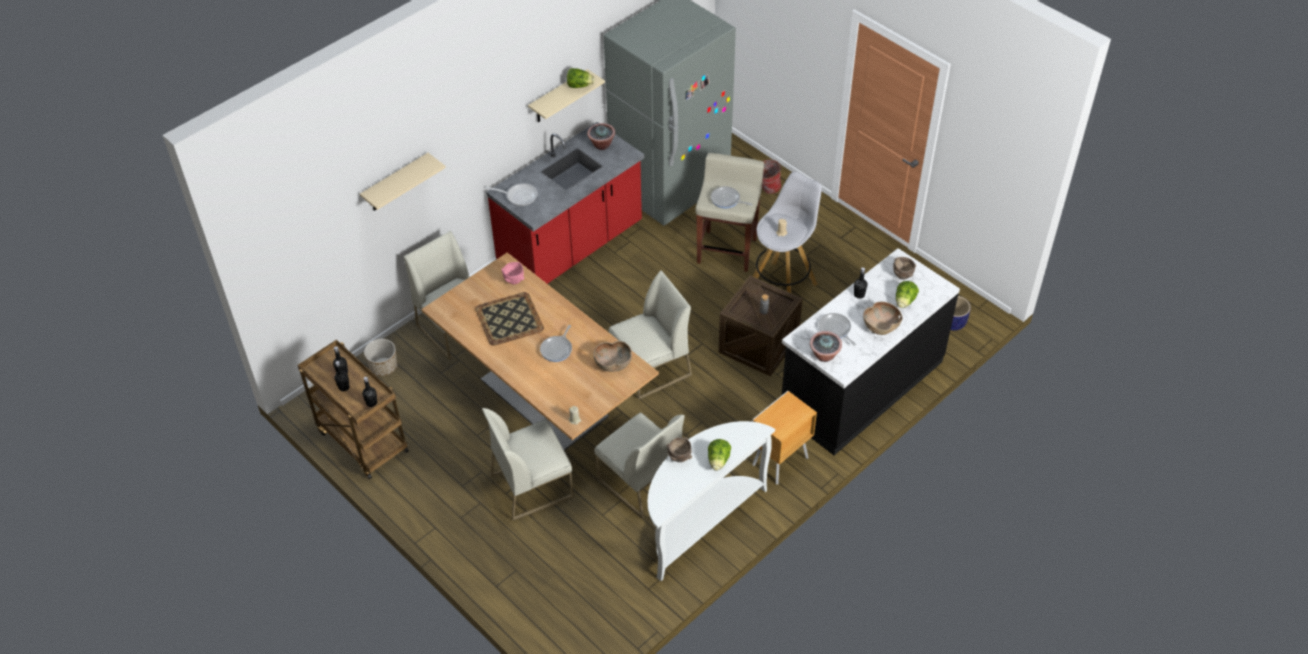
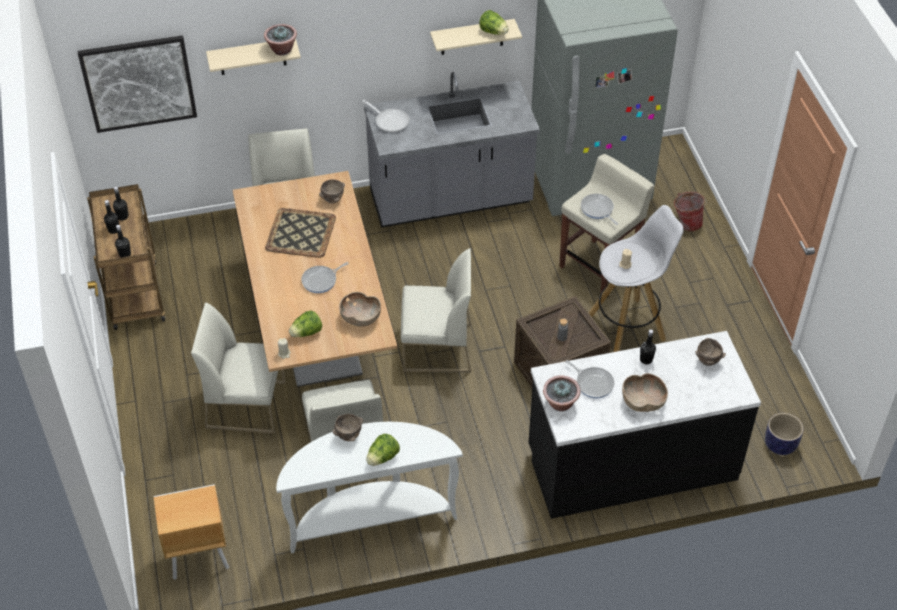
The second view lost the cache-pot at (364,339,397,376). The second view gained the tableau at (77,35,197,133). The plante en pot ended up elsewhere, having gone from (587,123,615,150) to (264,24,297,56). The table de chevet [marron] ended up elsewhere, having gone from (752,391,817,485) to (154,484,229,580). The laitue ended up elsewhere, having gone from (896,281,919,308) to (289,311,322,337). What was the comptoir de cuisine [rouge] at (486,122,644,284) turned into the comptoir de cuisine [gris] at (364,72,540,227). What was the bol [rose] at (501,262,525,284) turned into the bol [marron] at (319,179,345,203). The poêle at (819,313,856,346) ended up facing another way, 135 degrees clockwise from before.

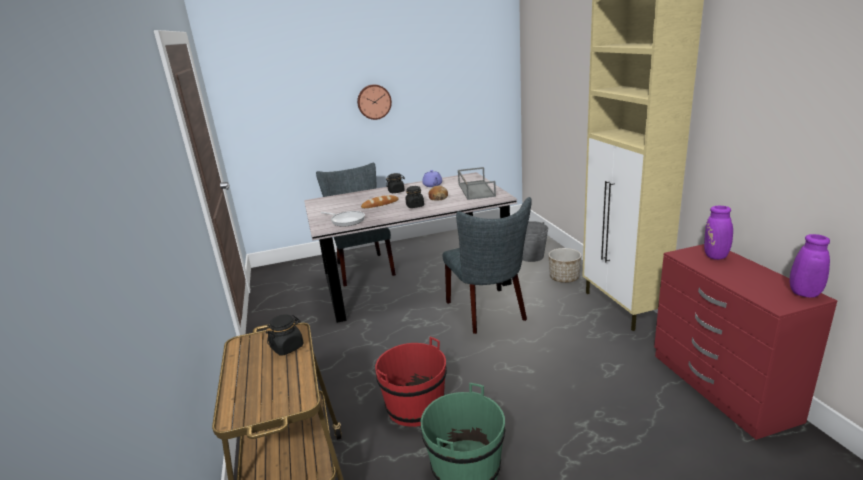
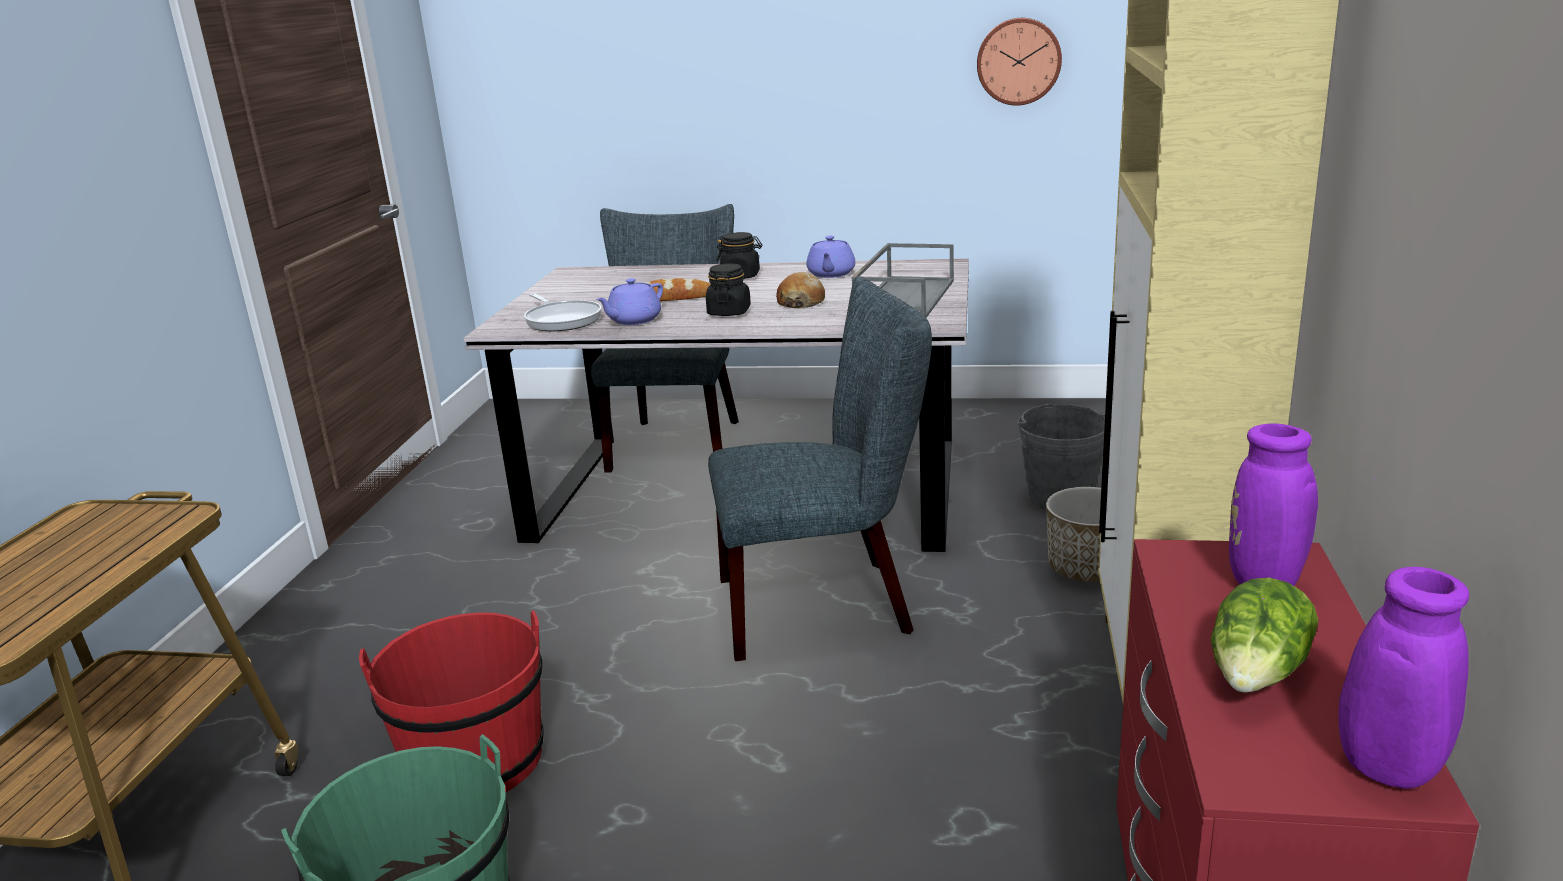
The second view lost the bocal [noir] at (266,314,304,355). The second view gained the théière [violet] at (596,278,663,325). The second view gained the laitue at (1211,578,1319,693). The horloge murale ended up elsewhere, having gone from (357,84,392,120) to (977,18,1062,106). The chaise [gris] at (442,197,532,334) ended up facing another way, 105 degrees counterclockwise from before.

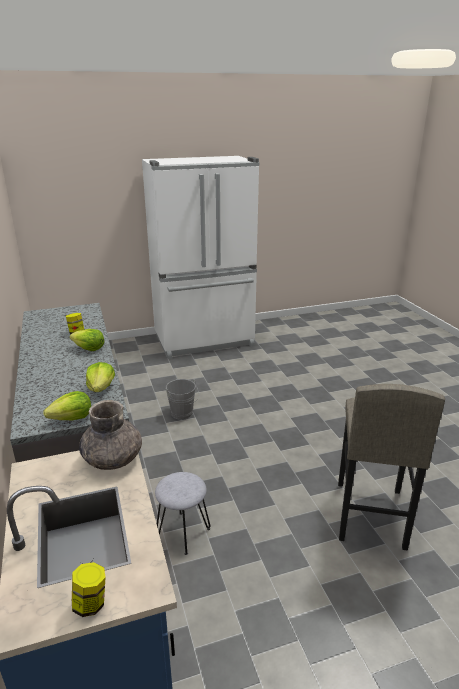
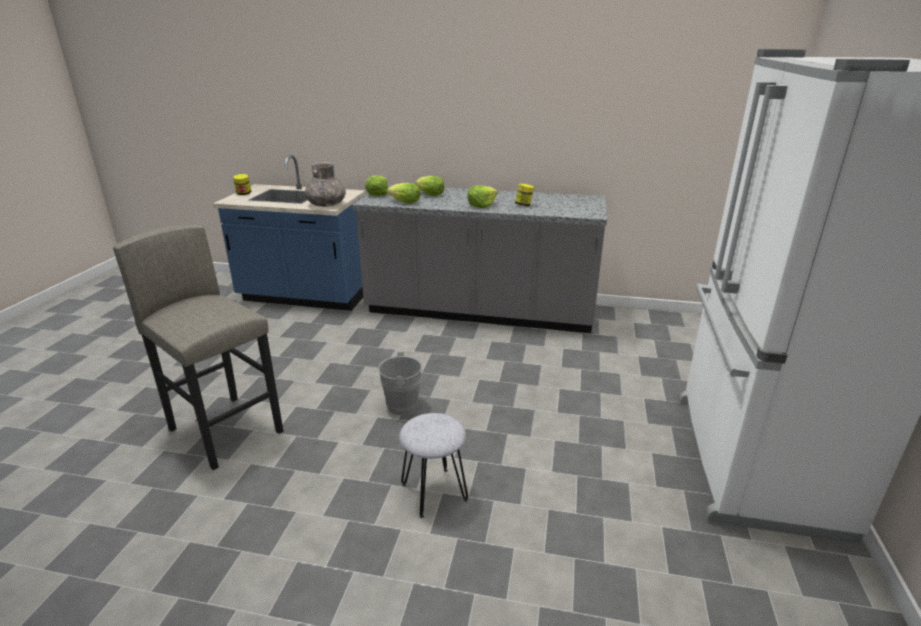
The second view gained the laitue at (415,176,445,196). The tabouret [gris] ended up elsewhere, having gone from (155,472,211,555) to (399,413,468,518). The seau [gris] ended up elsewhere, having gone from (165,379,199,420) to (371,352,422,415).

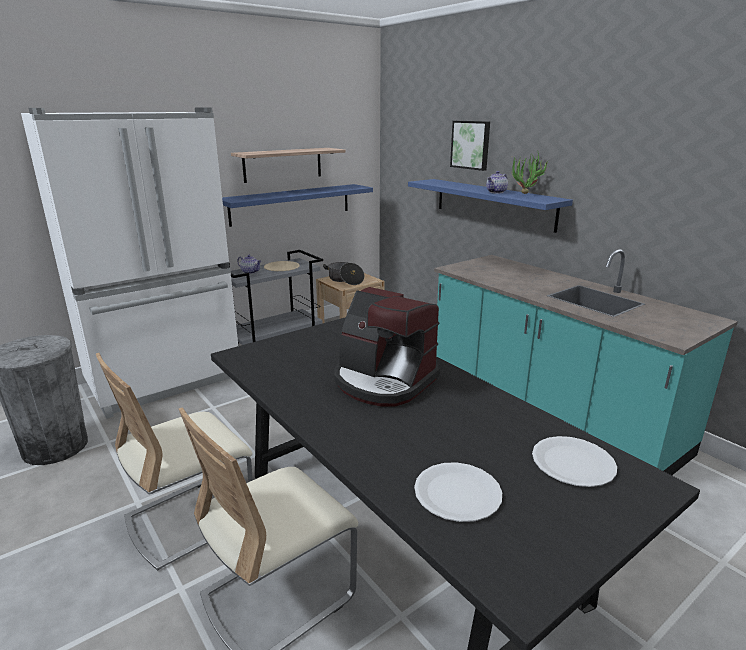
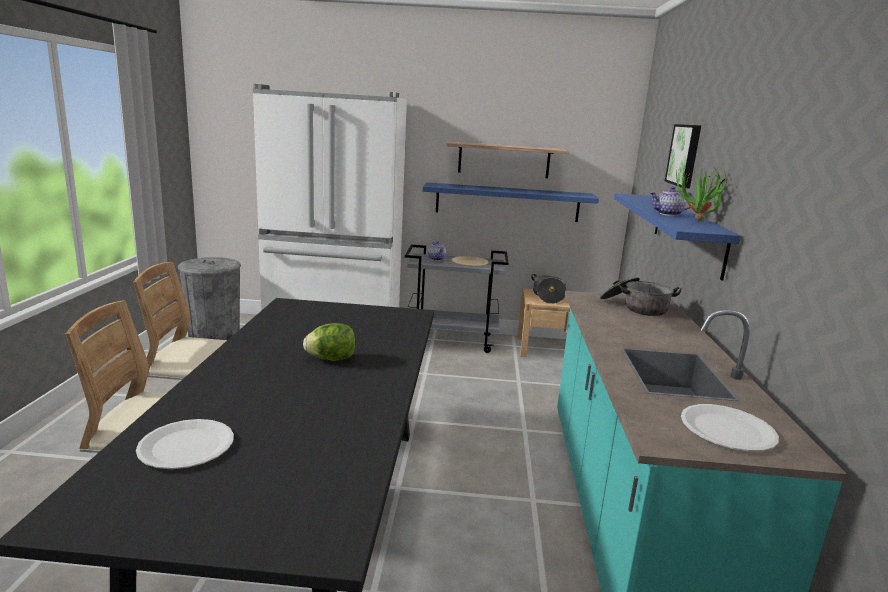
The second view gained the marmite at (600,278,682,316). The assiette [blanc] ended up elsewhere, having gone from (532,436,617,487) to (681,404,779,451). Where the machine à café stood at (334,287,440,406), the laitue came to stand at (303,323,355,361).

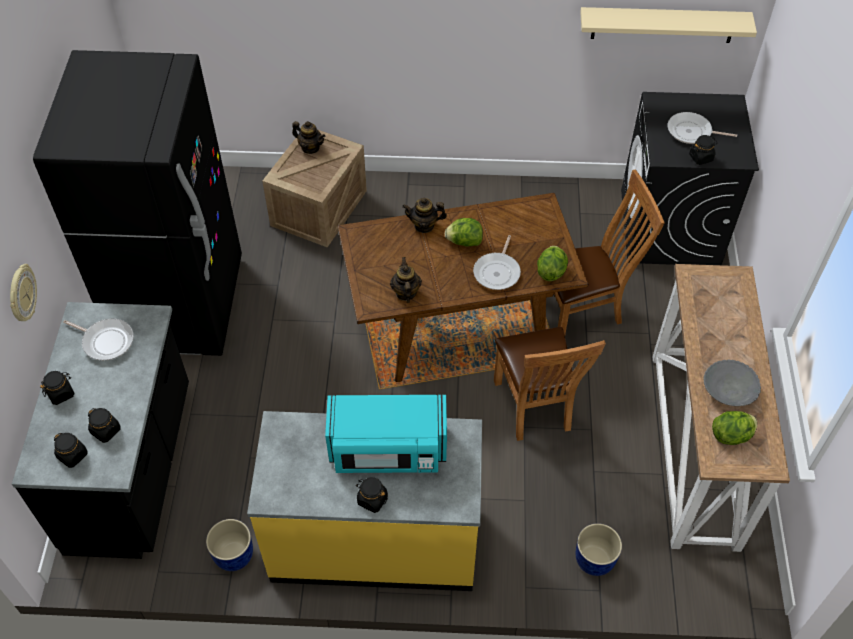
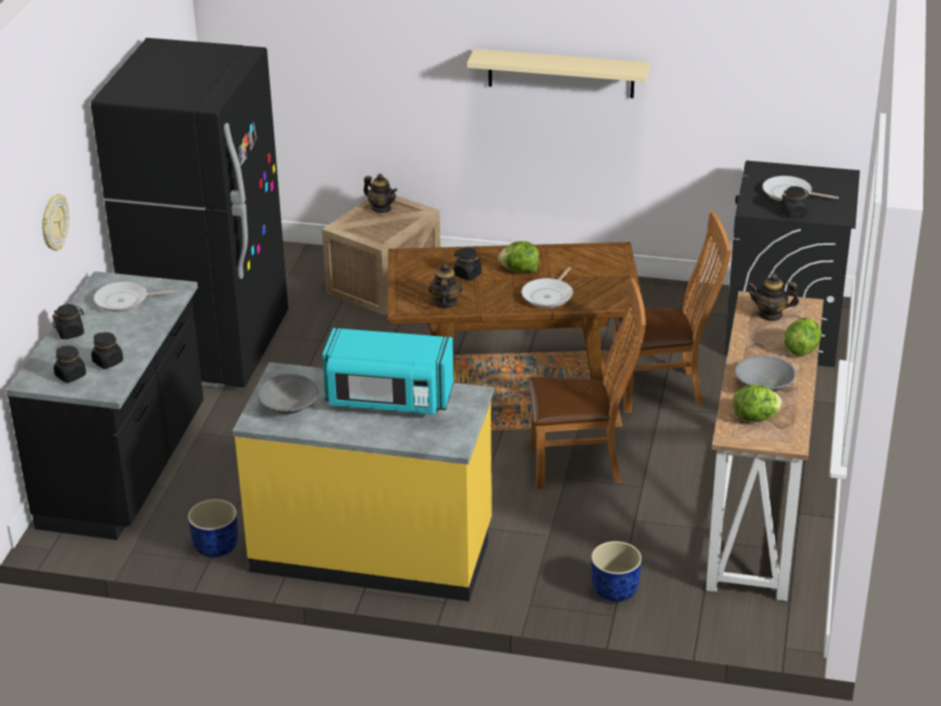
The second view gained the bol [gris] at (257,374,319,414). The bocal [noir] ended up elsewhere, having gone from (357,477,388,513) to (454,247,482,280). The théière ended up elsewhere, having gone from (402,198,447,233) to (747,274,799,321). The laitue ended up elsewhere, having gone from (537,246,568,281) to (784,318,822,356). The étagère [beige] ended up elsewhere, having gone from (580,7,757,43) to (467,49,650,98). The poêle at (63,318,134,360) ended up facing another way, 135 degrees clockwise from before. The chaise [marron] at (494,327,606,441) ended up facing another way, 90 degrees counterclockwise from before.

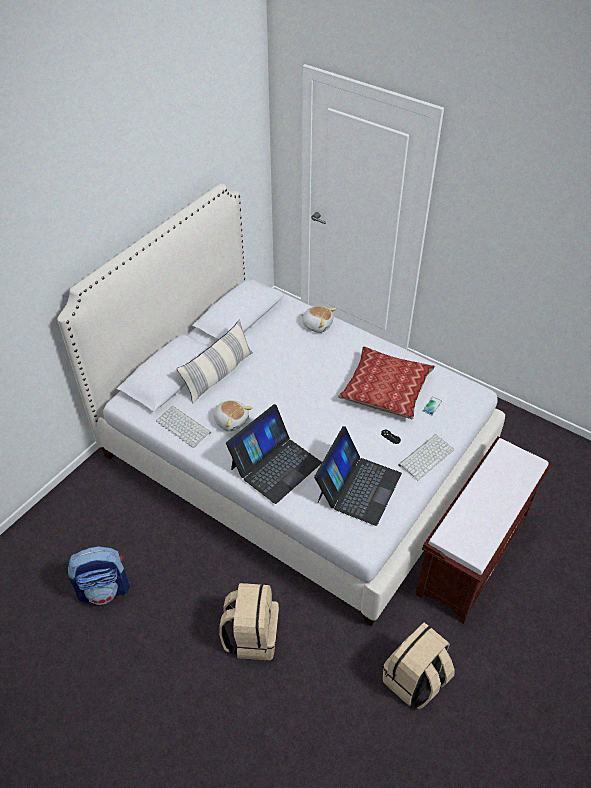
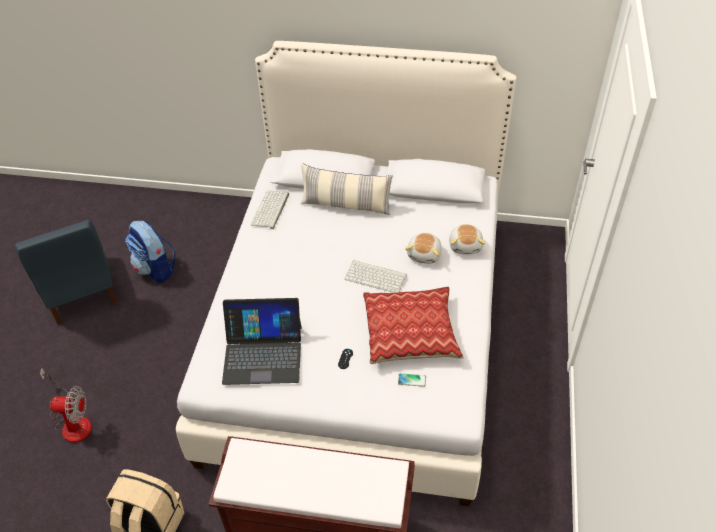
The second view lost the sac à dos [beige] at (219,583,279,660). The second view lost the ordinateur portable at (226,404,322,504). The second view gained the chaise [bleu] at (15,219,117,325). The second view gained the ventilateur at (40,368,92,443). The peluche ended up elsewhere, having gone from (213,400,252,432) to (405,233,442,264). The clavier ended up elsewhere, having gone from (398,434,454,480) to (345,260,407,293).

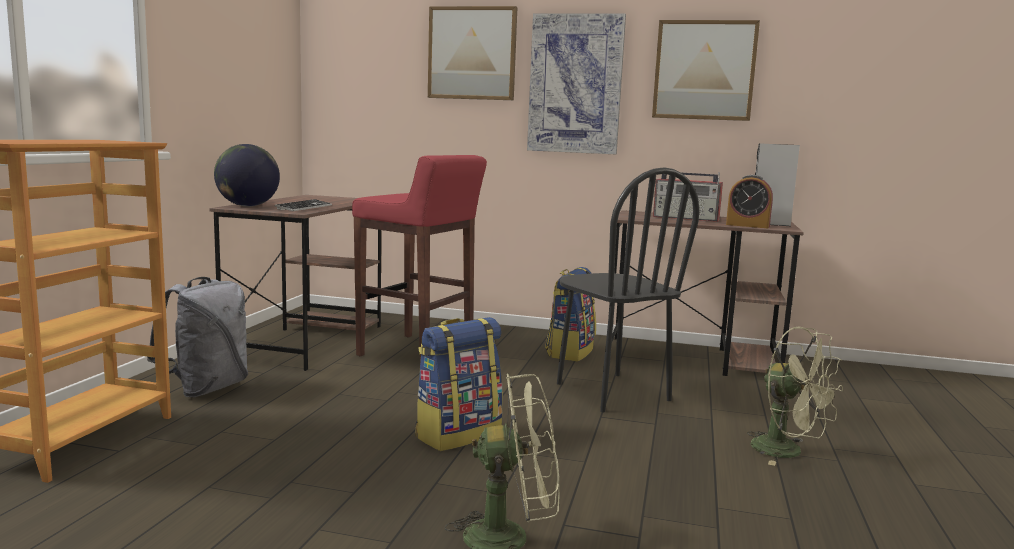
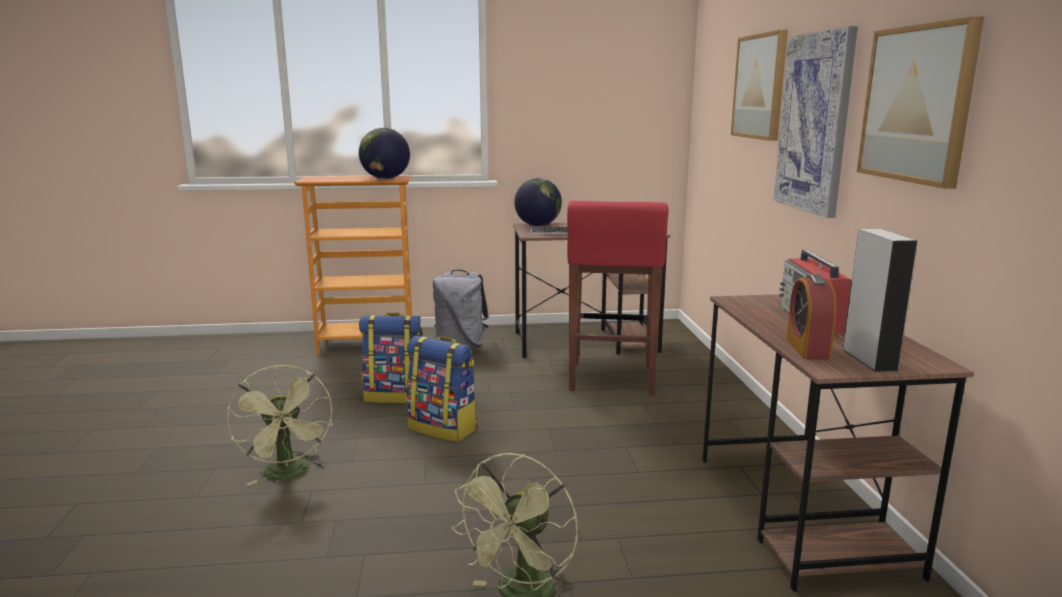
The second view lost the chaise [noir] at (557,167,700,412). The second view gained the globe at (359,128,410,179). The sac à dos ended up elsewhere, having gone from (545,267,596,362) to (359,313,423,403).

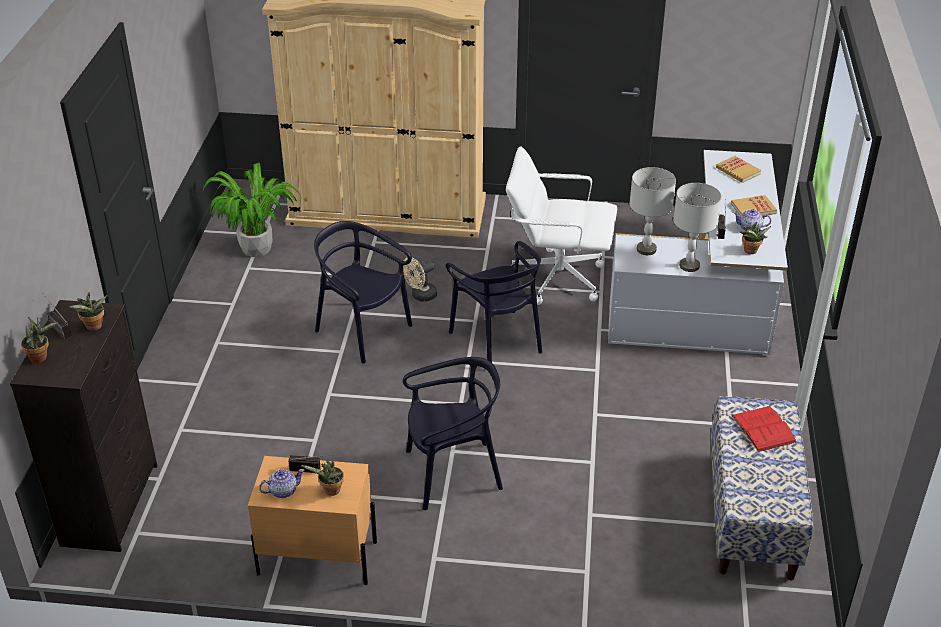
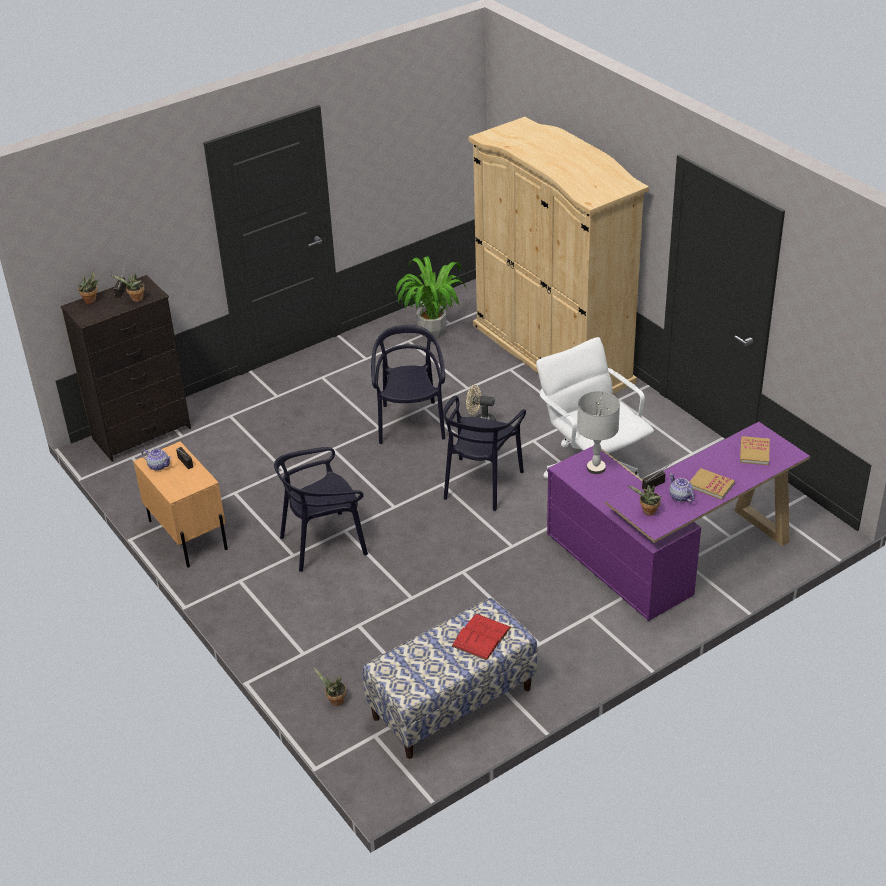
The second view lost the lampe de table [gris] at (673,183,722,272). The plante en pot ended up elsewhere, having gone from (301,459,344,496) to (313,667,346,706). What was the bureau [blanc] at (608,150,788,355) turned into the bureau [violet] at (547,422,810,621). The chaise [noir] at (403,357,503,510) ended up facing another way, 120 degrees clockwise from before.

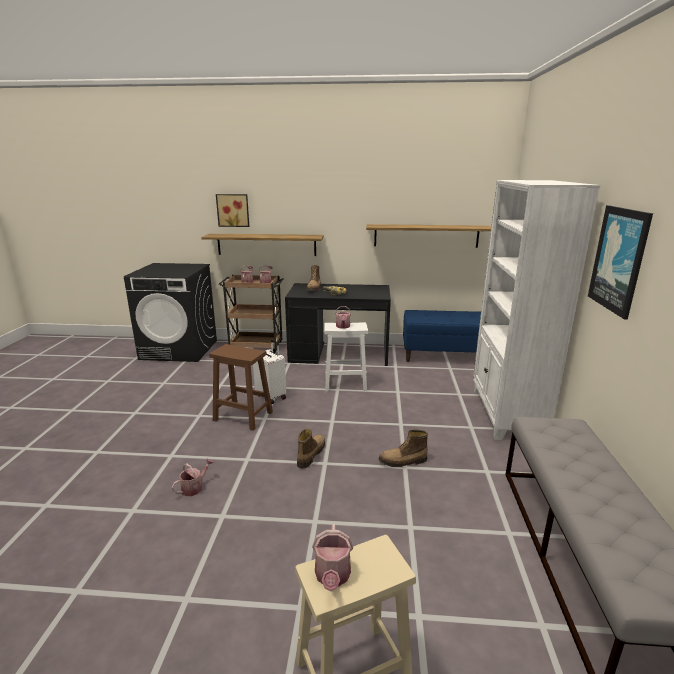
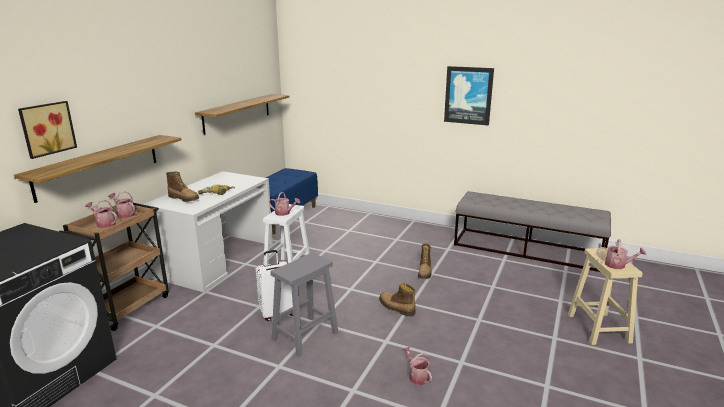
The second view lost the bibliothèque [blanc] at (473,180,600,440). What was the tabouret [marron] at (209,344,273,431) turned into the tabouret [gris] at (270,253,338,357). What was the bureau [noir] at (285,283,391,366) turned into the bureau [blanc] at (142,171,273,292).

